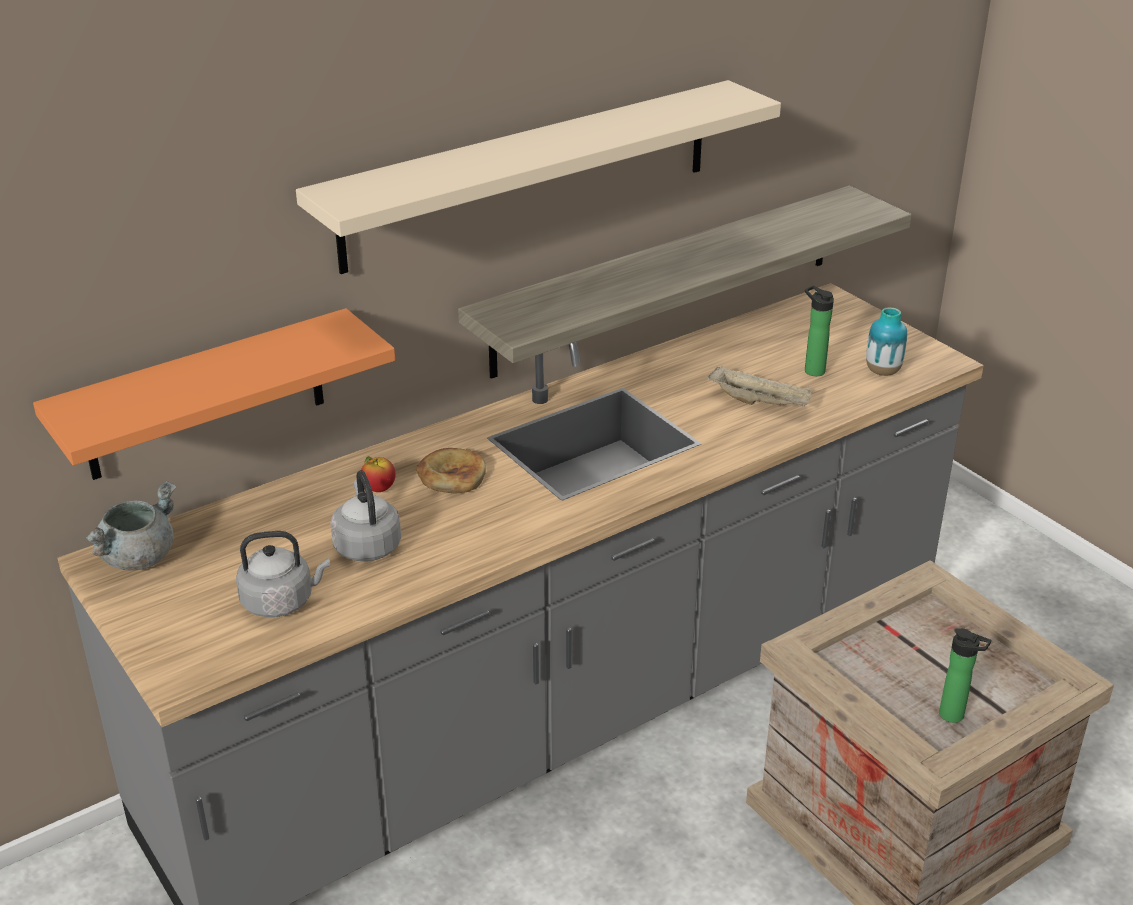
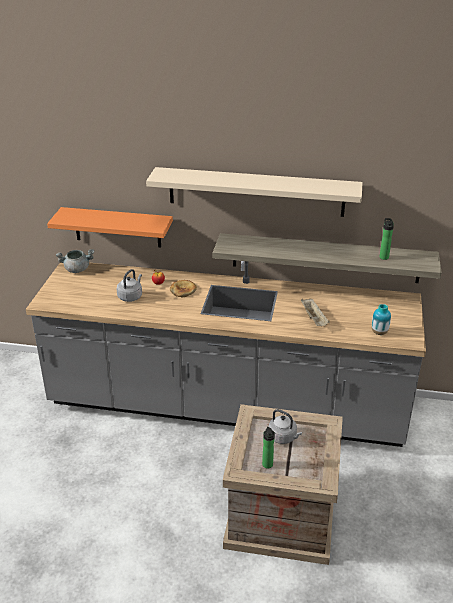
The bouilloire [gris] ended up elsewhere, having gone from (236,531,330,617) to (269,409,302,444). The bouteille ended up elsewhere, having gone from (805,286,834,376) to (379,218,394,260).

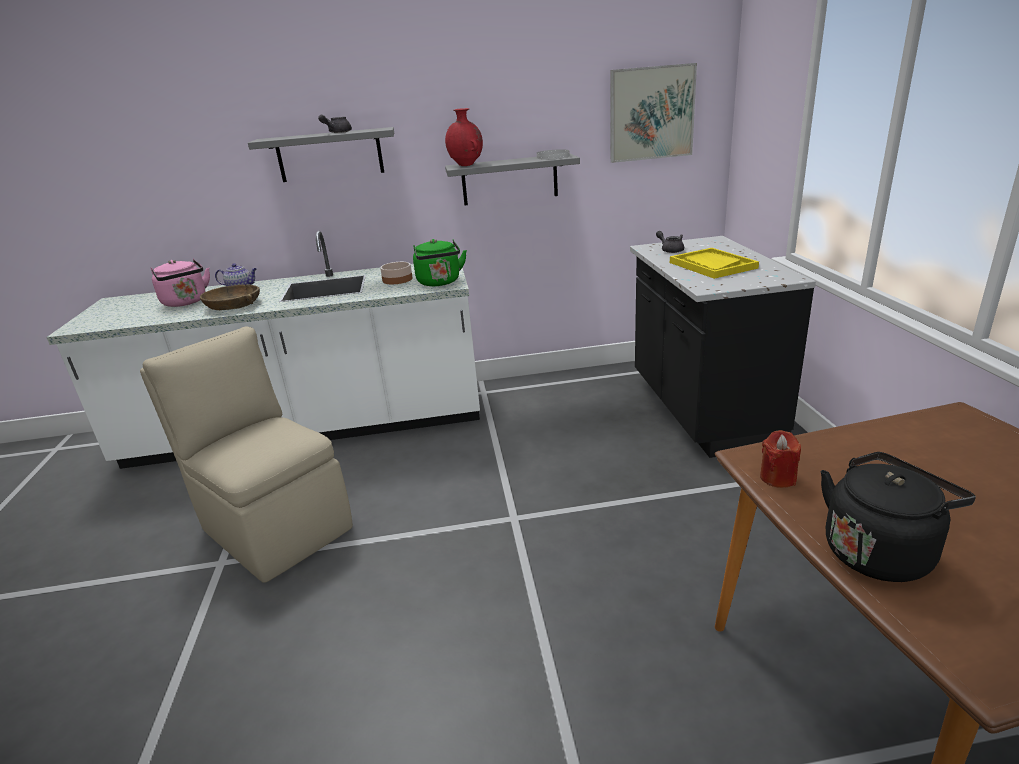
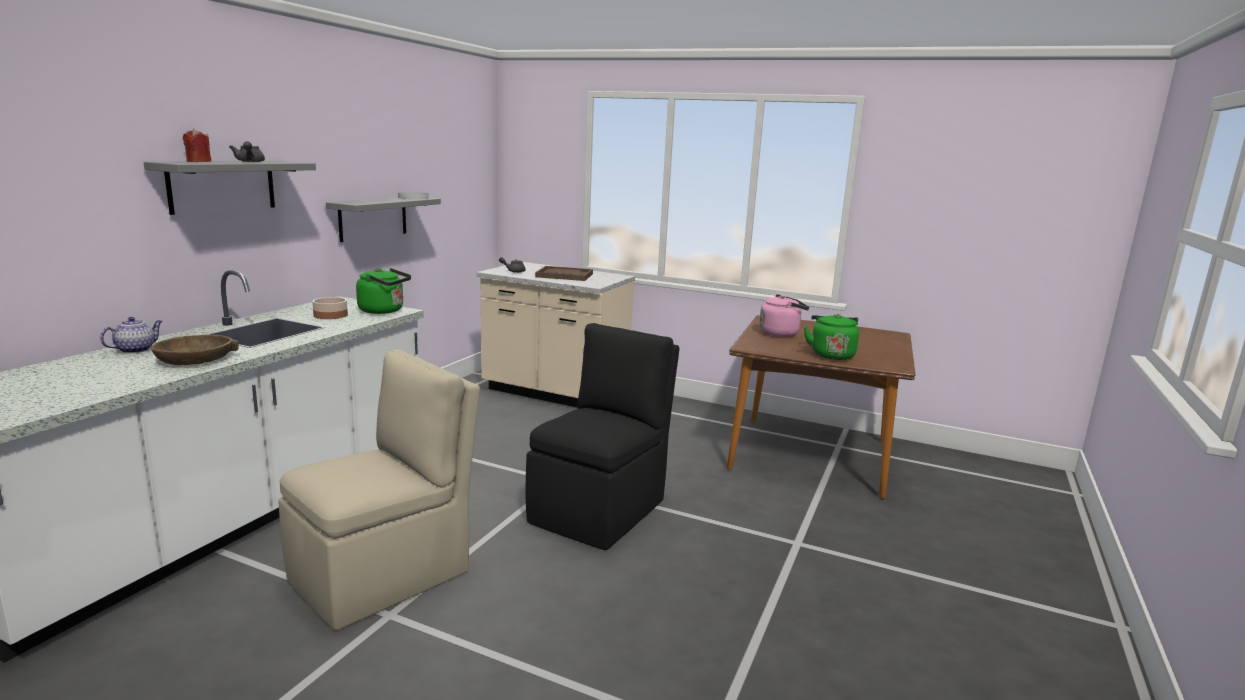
The second view lost the vase [rouge] at (445,108,483,166). The second view lost the tableau at (610,63,697,163). The second view gained the chaise [noir] at (526,323,679,550). The bouilloire [rose] ended up elsewhere, having gone from (151,258,210,307) to (759,294,809,337). The bougie [rouge] ended up elsewhere, having gone from (760,430,801,488) to (183,128,212,162). What was the comptoir de cuisine [noir] at (630,236,816,458) turned into the comptoir de cuisine [beige] at (476,262,635,408). What was the plateau [jaune] at (670,248,759,279) turned into the plateau [marron] at (535,266,593,281). What was the bouilloire [noir] at (821,452,976,582) turned into the bouilloire [vert] at (804,314,859,360). The chaise [beige] at (140,327,353,583) ended up facing another way, 150 degrees clockwise from before.

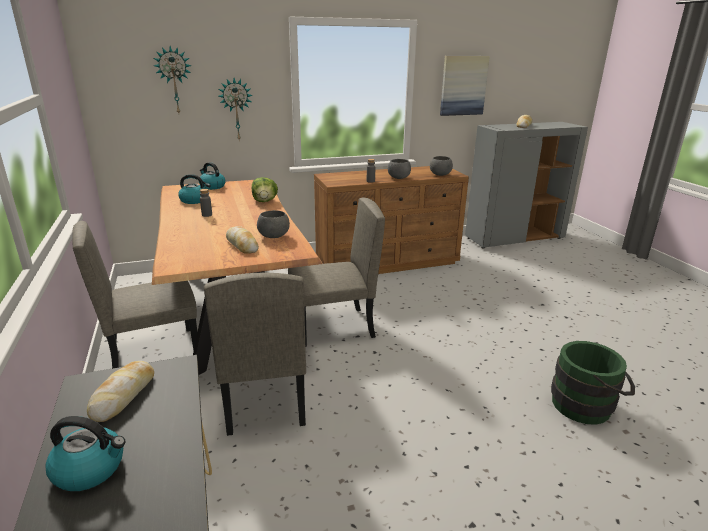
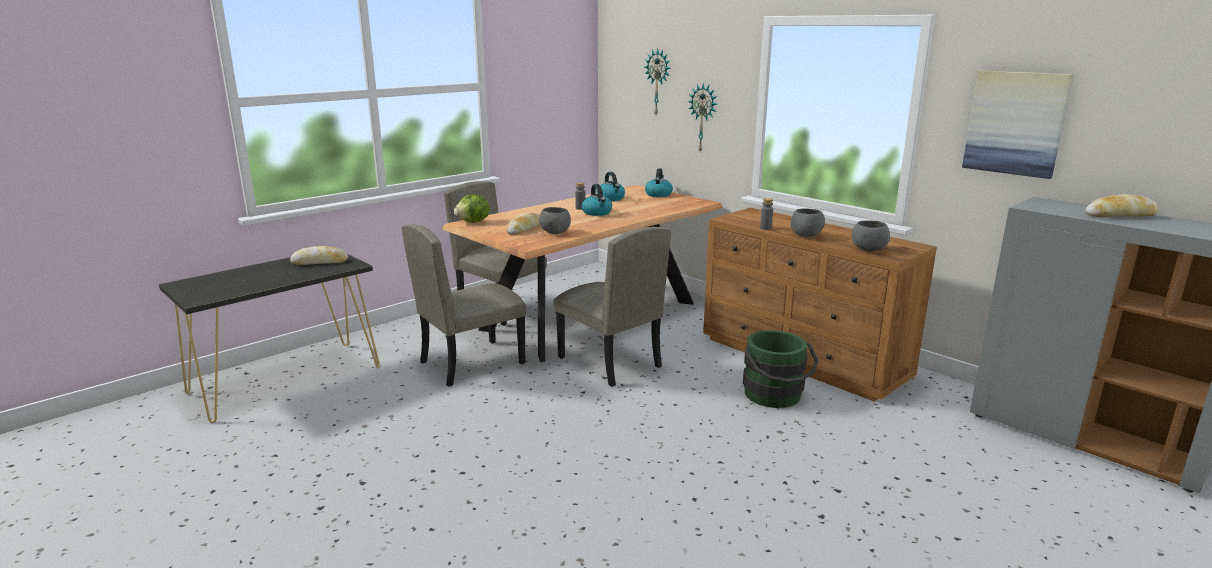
The bouilloire ended up elsewhere, having gone from (45,416,126,491) to (582,184,612,216). The laitue ended up elsewhere, having gone from (252,177,278,202) to (454,194,490,222). The seau [vert] ended up elsewhere, having gone from (551,341,635,425) to (743,330,819,408).

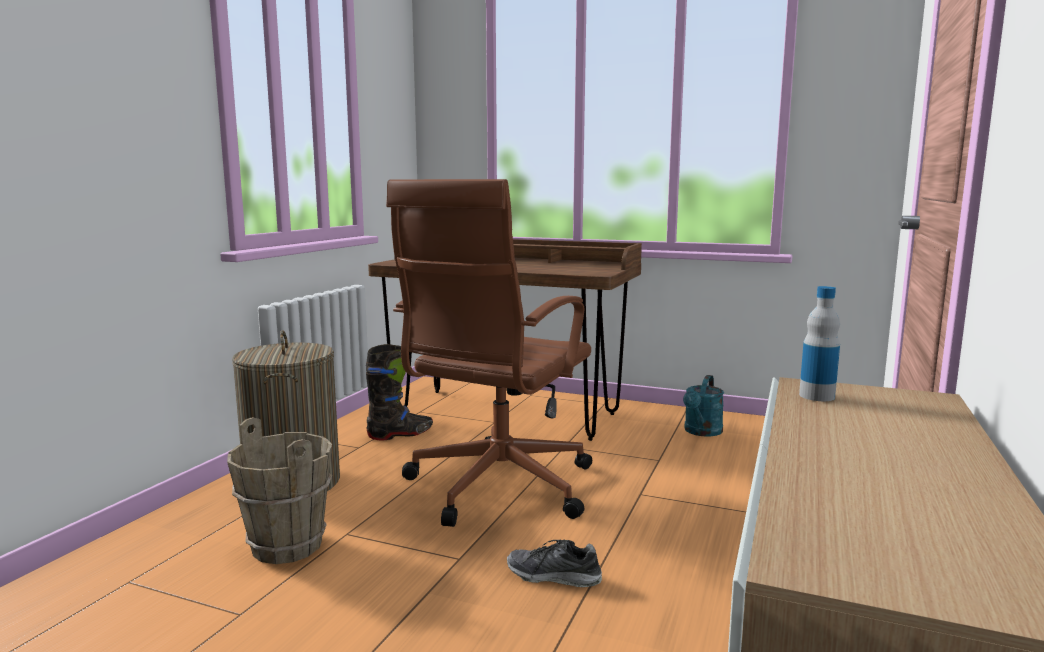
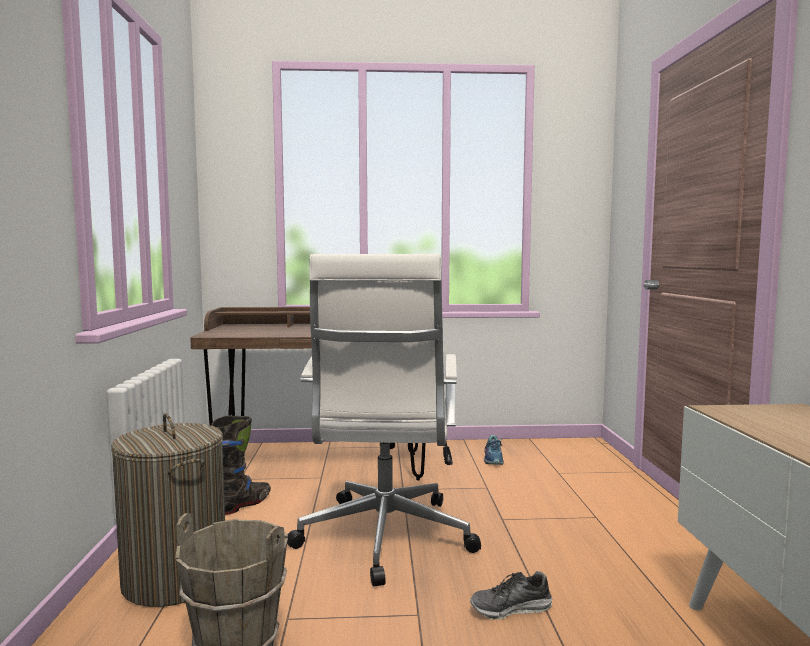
The second view lost the bouteille at (799,286,840,401). Where the arrosoir [turquoise] stood at (683,375,724,437), the chaussure came to stand at (484,435,504,465). What was the chaise de bureau [marron] at (386,179,592,527) turned into the chaise de bureau [blanc] at (287,254,481,587).

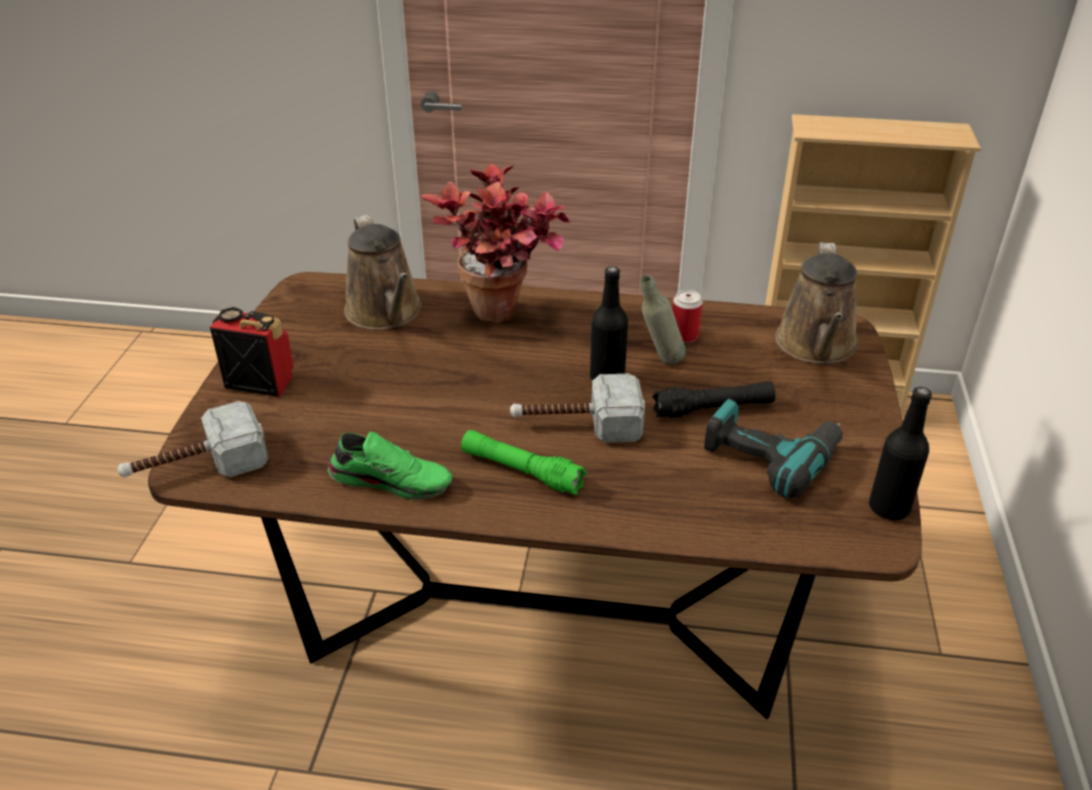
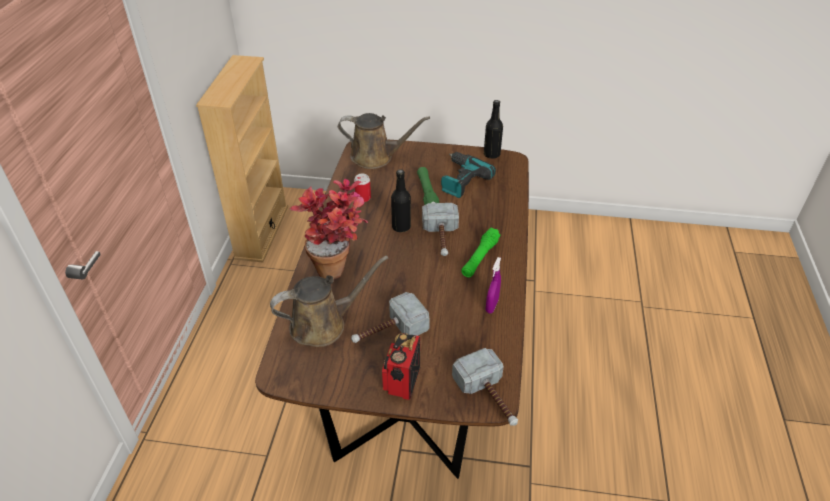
The second view lost the bouteille [gris] at (640,275,686,364). The second view gained the marteau at (351,292,430,343). Where the chaussure [vert] stood at (327,432,453,500), the vaporisateur [violet] came to stand at (486,257,501,313). What was the lampe de poche [noir] at (652,381,776,418) turned into the lampe de poche [vert] at (417,167,439,205).

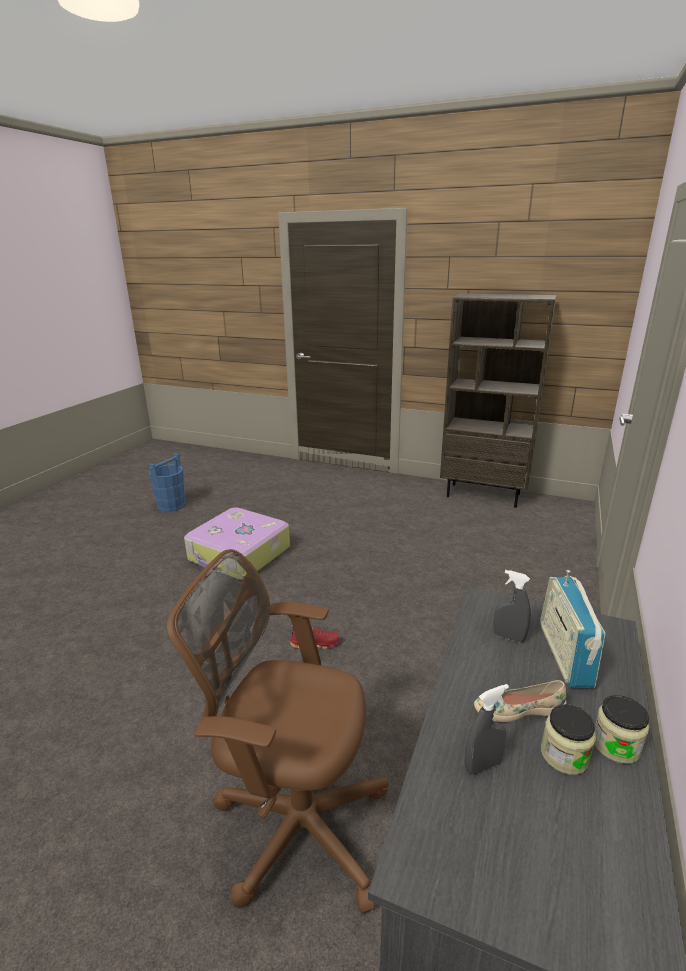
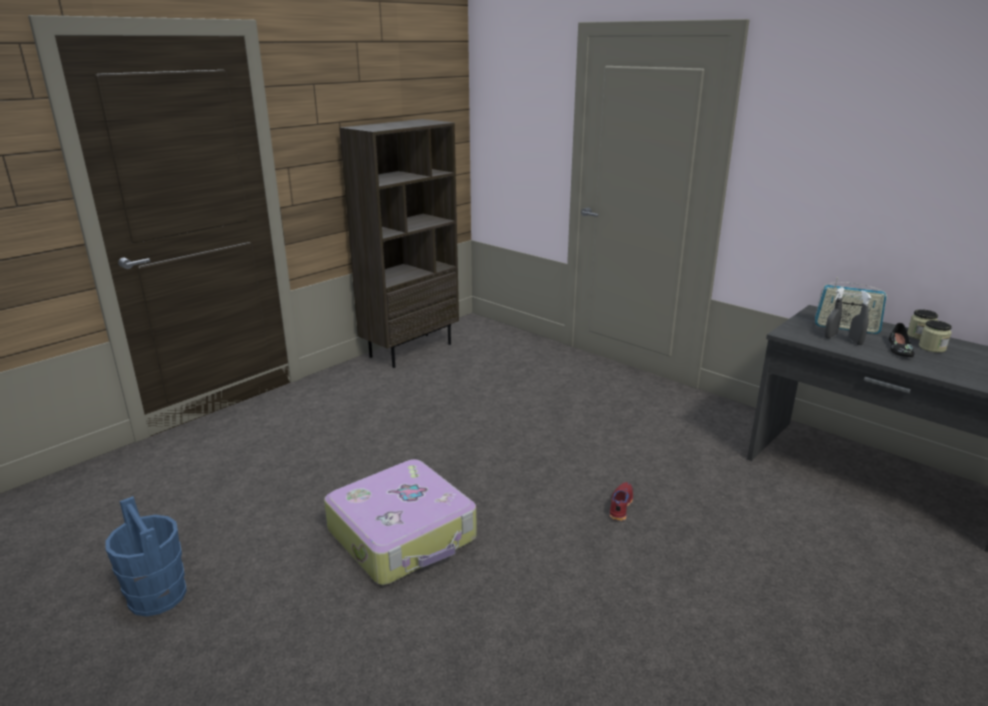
The second view lost the chaise de bureau [marron] at (167,549,389,914). The vaporisateur [gris] ended up elsewhere, having gone from (464,684,509,775) to (849,290,871,345). What was the chaussure [beige] at (474,680,567,722) turned into the chaussure [noir] at (889,323,914,357).

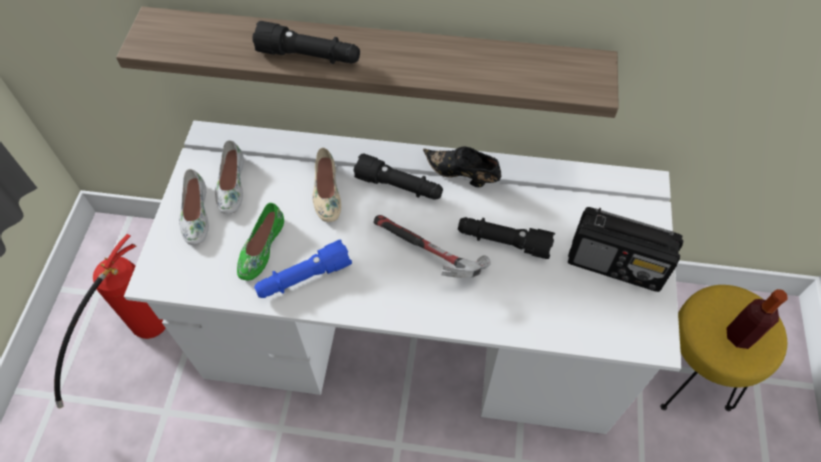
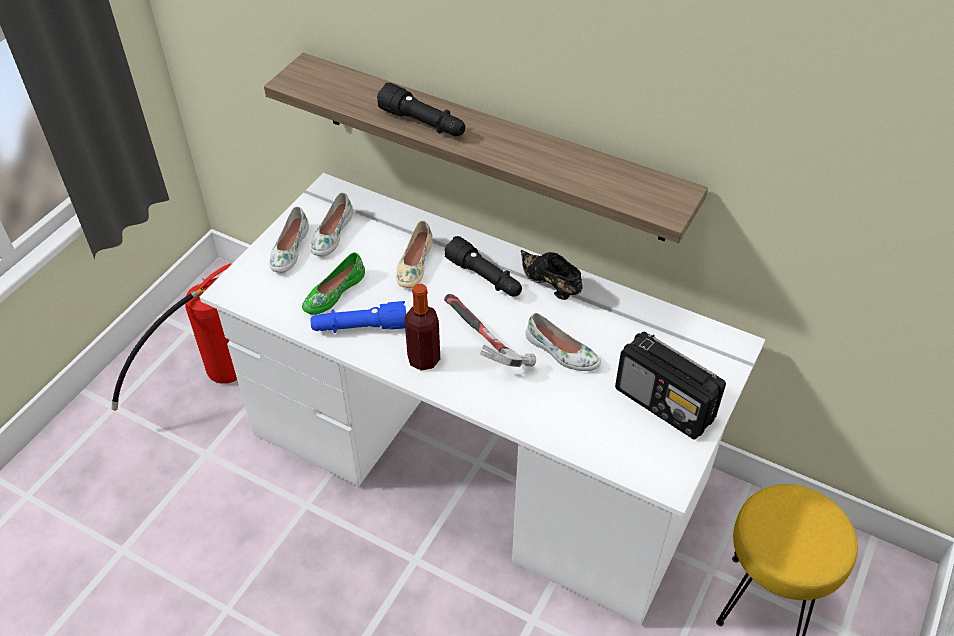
The bouteille ended up elsewhere, having gone from (726,289,787,349) to (404,284,440,371). Where the lampe de poche [noir] stood at (458,217,555,259), the chaussure [blanc] came to stand at (525,313,601,371).

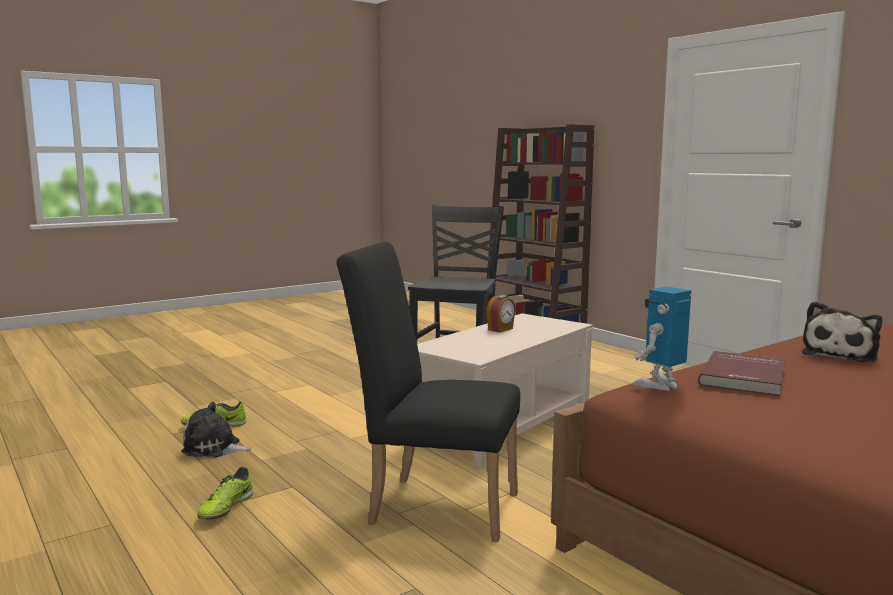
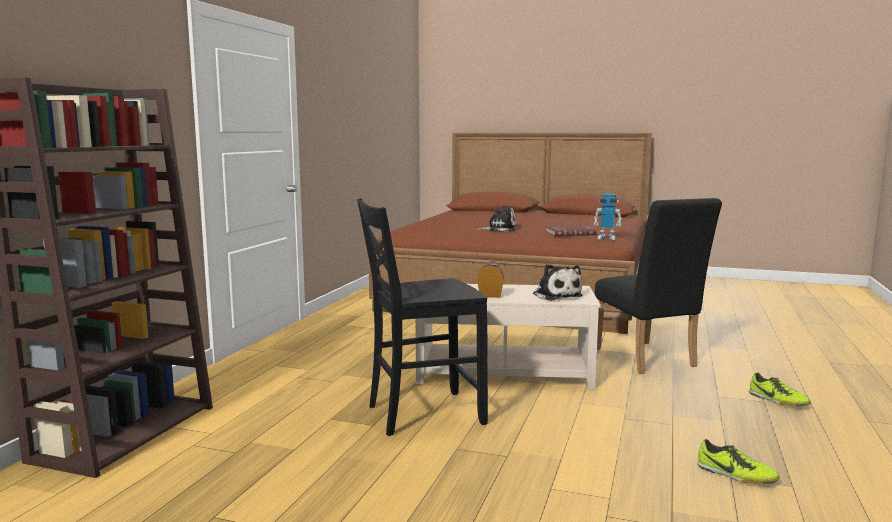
The peluche ended up elsewhere, having gone from (181,402,252,458) to (533,264,583,301). The chaussure at (197,467,253,520) ended up facing another way, 75 degrees clockwise from before.

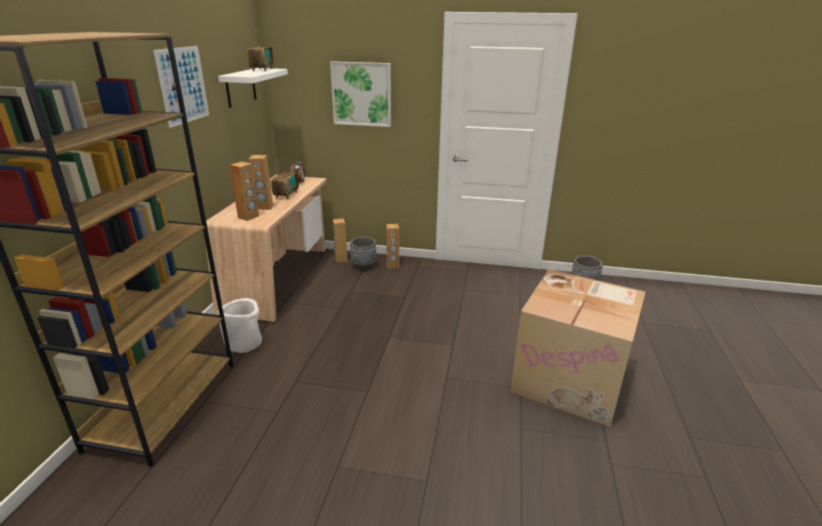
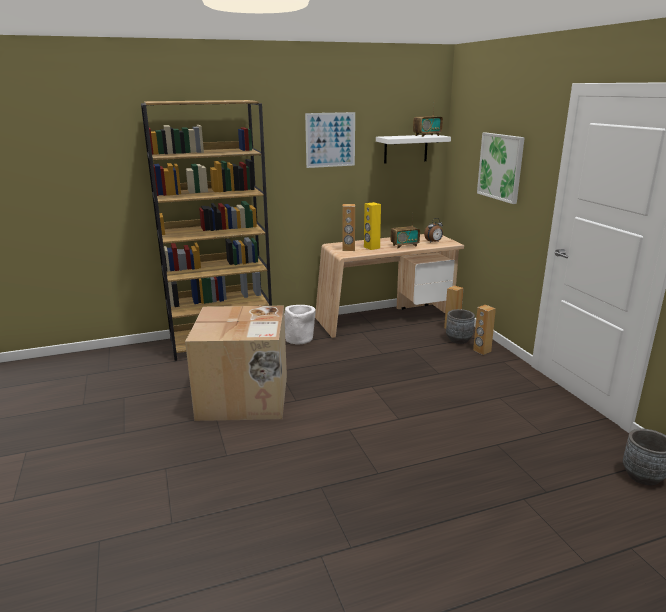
The carton ended up elsewhere, having gone from (510,269,645,427) to (185,306,287,421). What was the enceinte [marron] at (249,155,273,210) turned into the enceinte [jaune] at (364,202,381,250).

